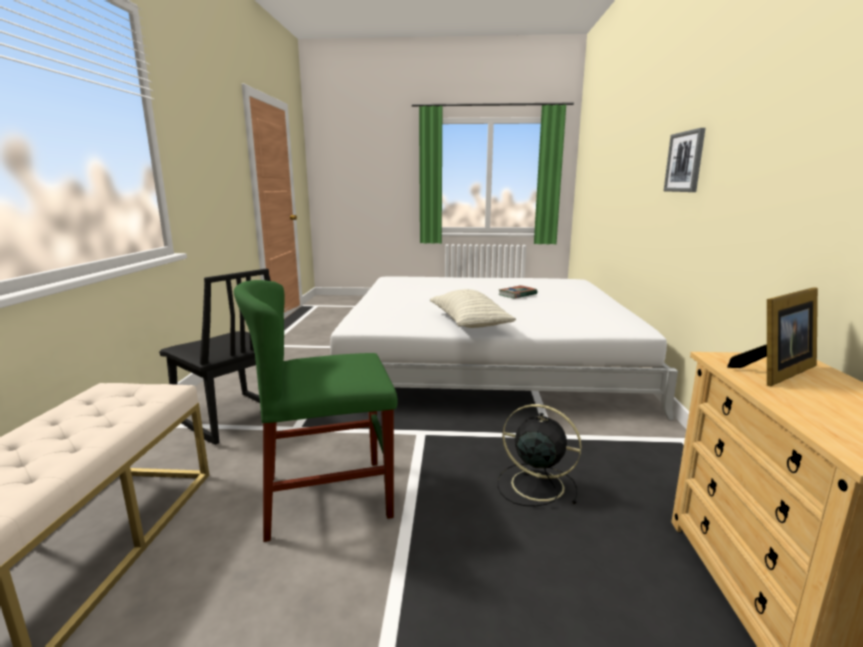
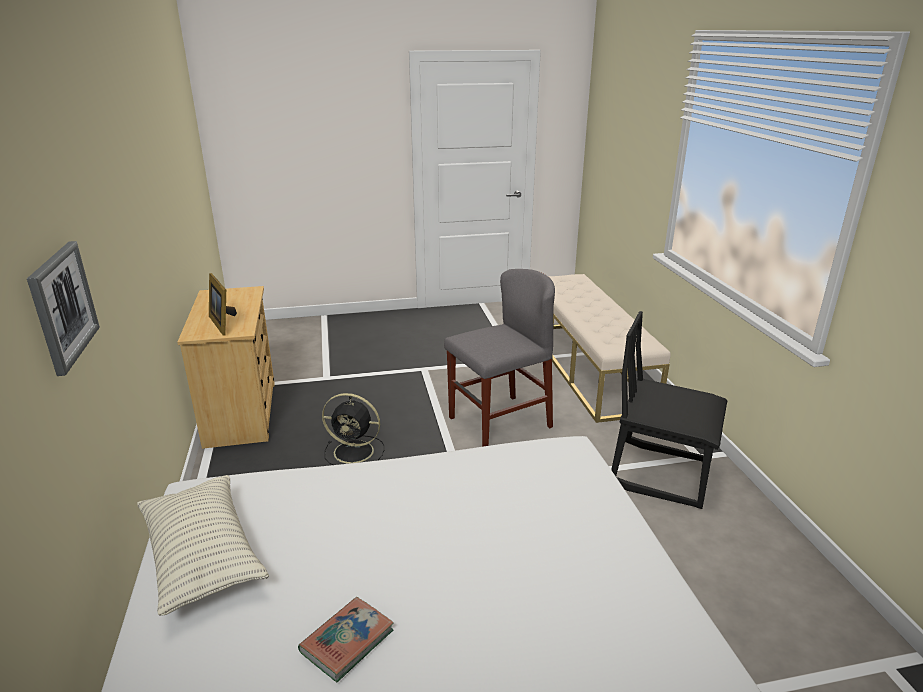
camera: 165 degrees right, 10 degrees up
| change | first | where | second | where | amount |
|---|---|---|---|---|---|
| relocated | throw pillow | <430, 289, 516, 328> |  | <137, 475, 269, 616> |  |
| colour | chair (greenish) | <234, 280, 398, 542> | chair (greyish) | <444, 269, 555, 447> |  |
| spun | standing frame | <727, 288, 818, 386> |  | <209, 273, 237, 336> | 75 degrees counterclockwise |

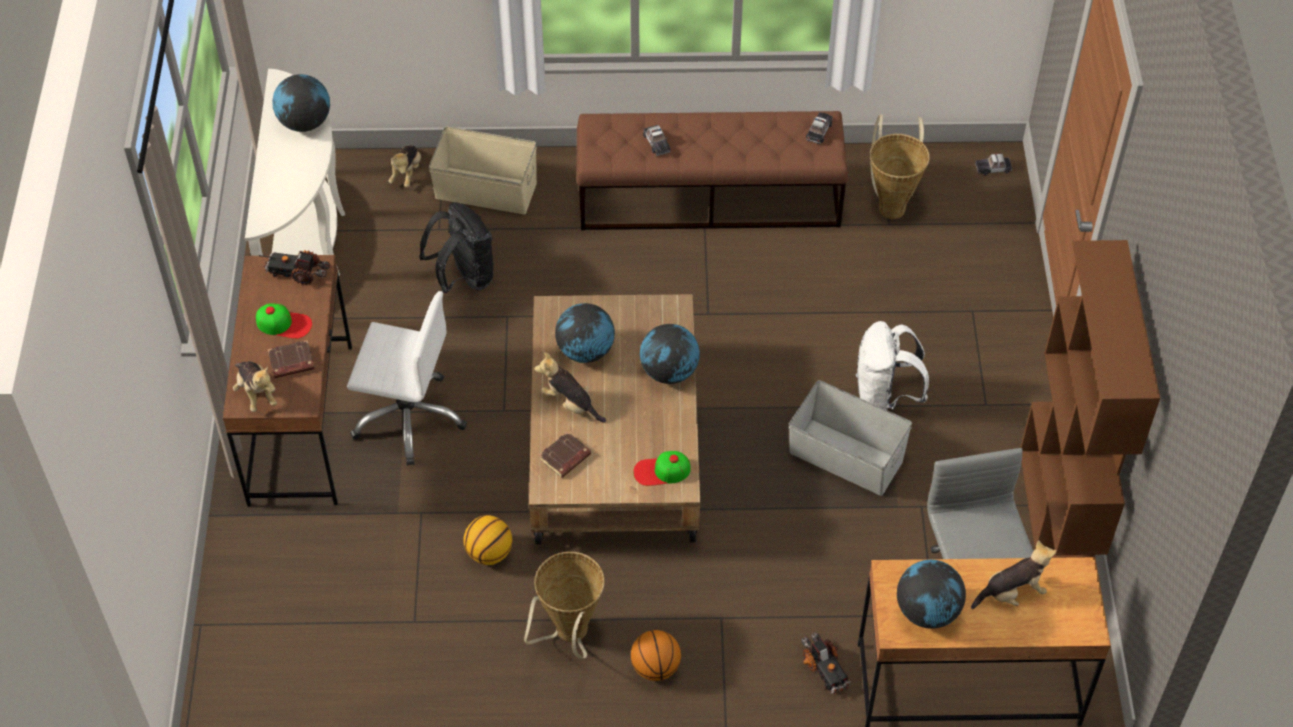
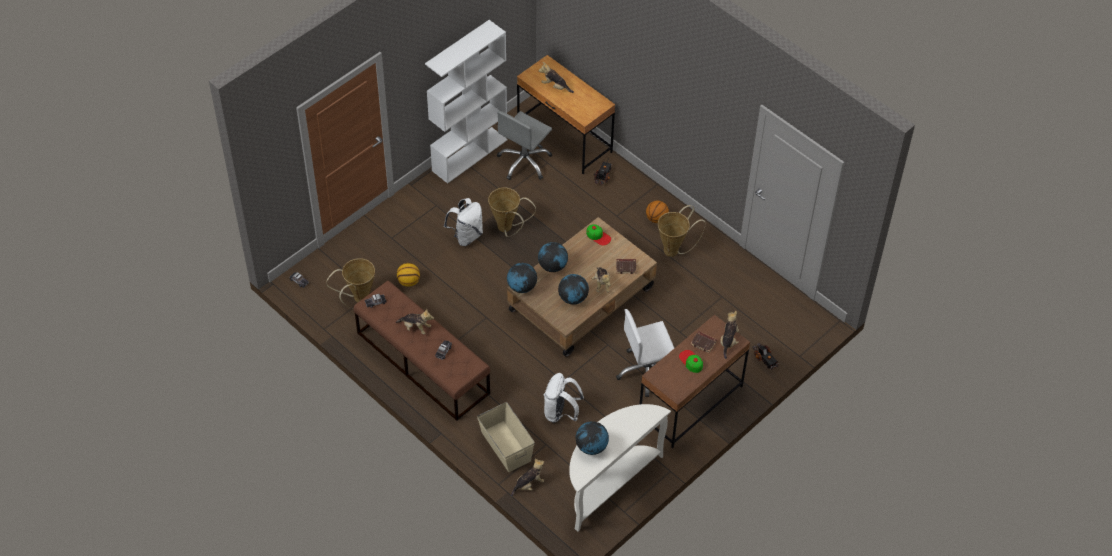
camera: 135 degrees left, 0 degrees up
| change | first | where | second | where | amount |
|---|---|---|---|---|---|
| appeared |  |  | plush toy | <396, 309, 434, 334> |  |
| relocated | toy truck | <259, 250, 330, 285> |  | <753, 343, 779, 370> |  |
| relocated | basketball ball | <463, 515, 512, 565> |  | <397, 263, 420, 287> |  |
| relocated | world globe | <897, 560, 966, 629> |  | <507, 263, 537, 293> |  |
| exchanged | storage bin (greyish) | <789, 380, 912, 496> | basket | <488, 188, 536, 236> |  |
| colour | rucksack (black-coloured) | <420, 202, 494, 293> | rucksack (white-coloured) | <544, 373, 584, 423> |  |
| colour | bookcase (brownish) | <1020, 240, 1160, 558> | bookcase (white-coloured) | <425, 20, 507, 184> |  |
| spun | computer chair (white-coloured) | <347, 291, 467, 466> |  | <616, 309, 674, 397> | 75 degrees counterclockwise |

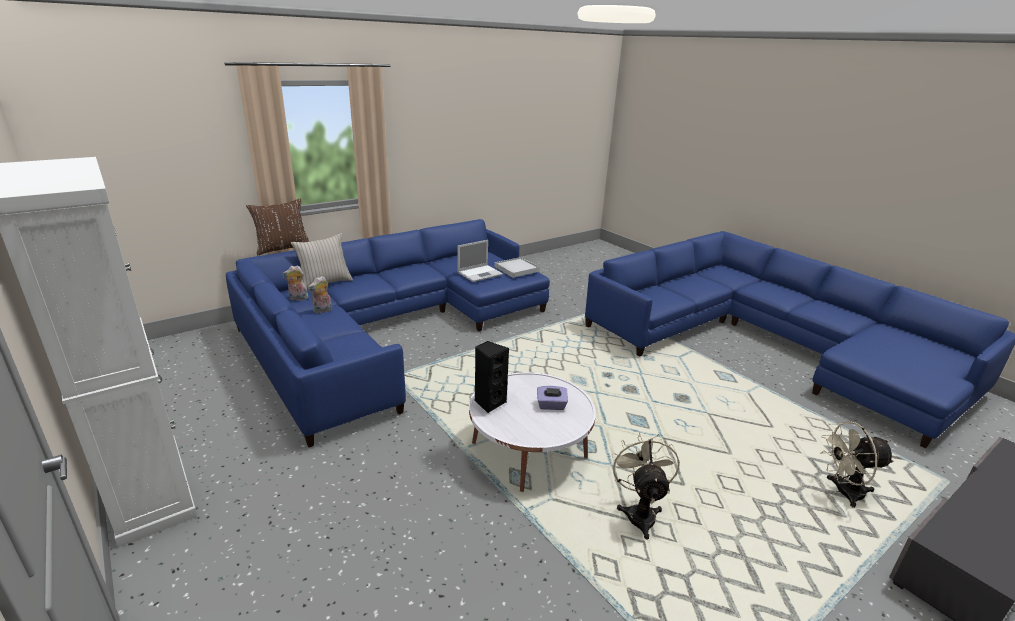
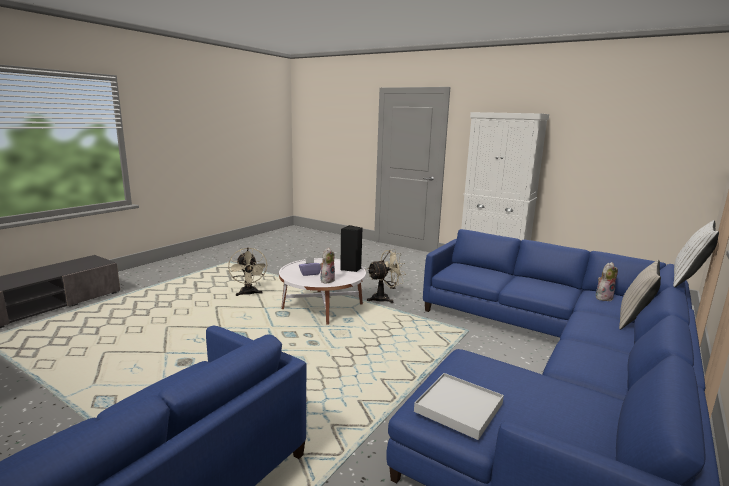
camera: 160 degrees right, 10 degrees down
| change | first | where | second | where | amount |
|---|---|---|---|---|---|
| missing | notebook computer | <457, 240, 503, 282> |  |  |  |
| relocated | plush toy | <307, 276, 332, 313> |  | <320, 248, 335, 284> |  |
| relocated | electric fan (beige) | <821, 421, 894, 508> |  | <367, 250, 406, 303> |  |
| colour | throw pillow (brownish) | <246, 198, 310, 255> | throw pillow (white-coloured) | <673, 220, 719, 287> |  |

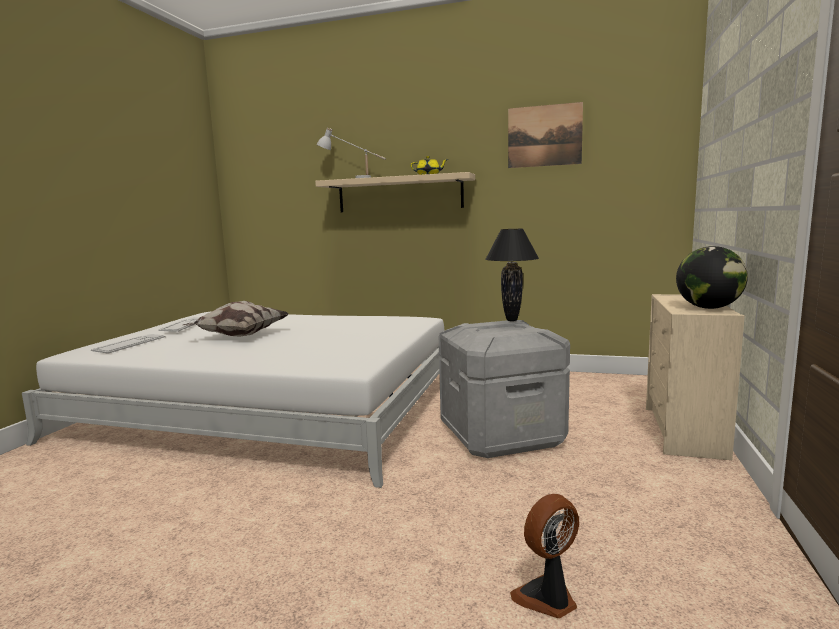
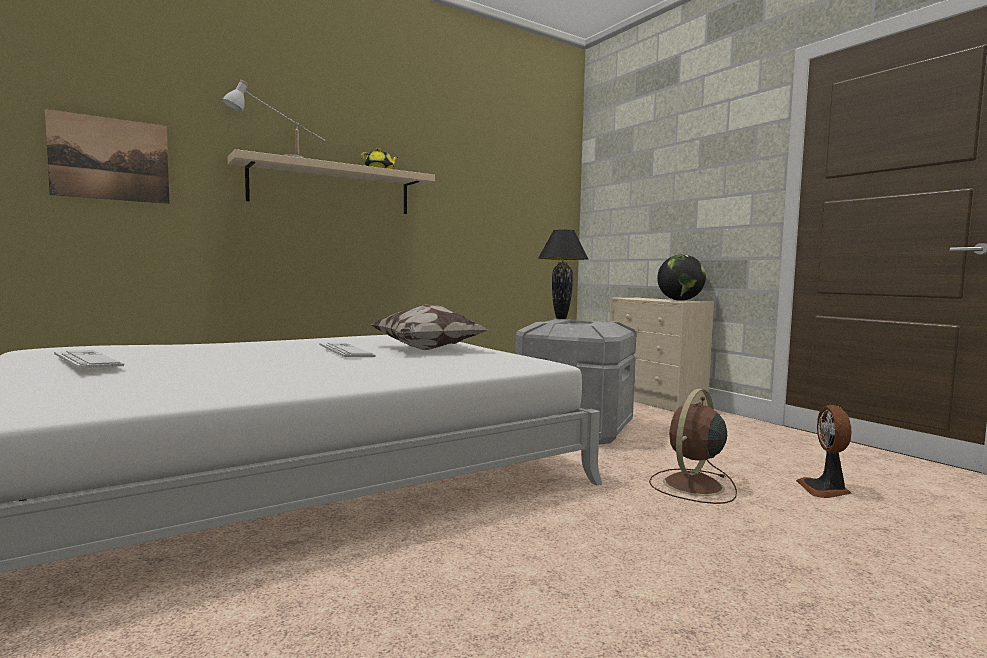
camera: 50 degrees left, 5 degrees down
| change | first | where | second | where | amount |
|---|---|---|---|---|---|
| appeared |  |  | electric fan (brownish) | <649, 389, 737, 504> |  |
| relocated | PC keyboard | <91, 334, 165, 354> |  | <319, 343, 376, 357> |  |
| relocated | throw pillow | <183, 301, 288, 336> |  | <370, 304, 488, 350> |  |
| relocated | wall art | <508, 102, 583, 168> |  | <45, 109, 170, 204> |  |

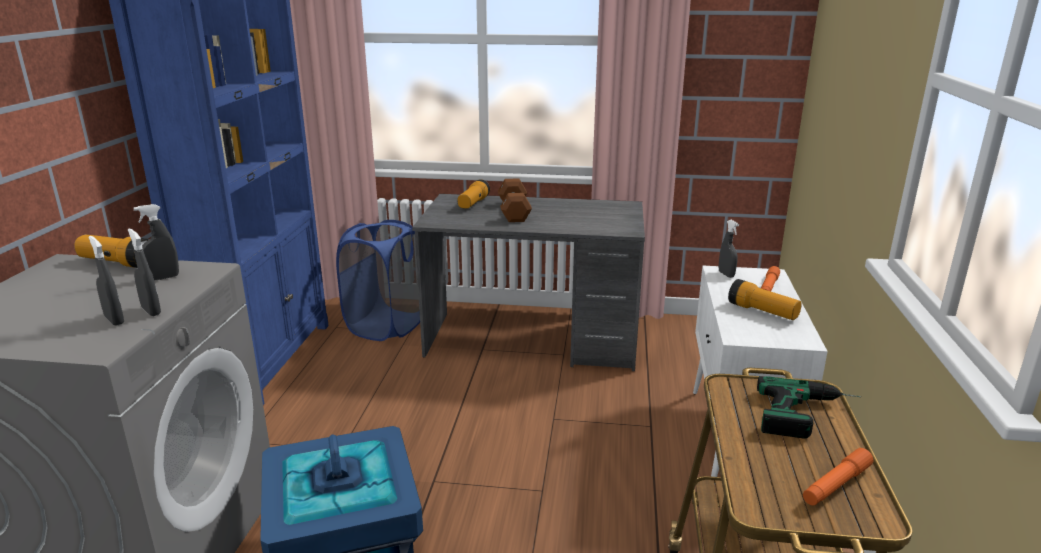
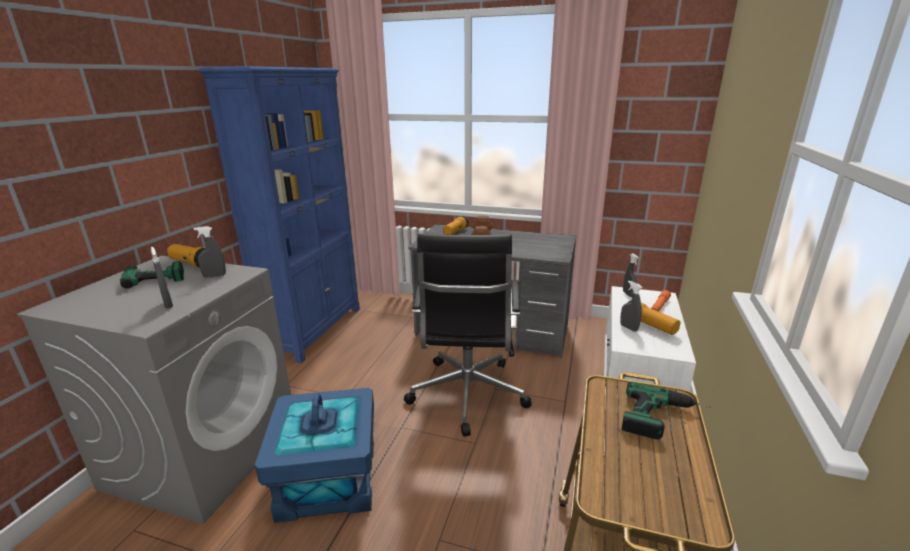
camera: 10 degrees right, 0 degrees up
| change | first | where | second | where | amount |
|---|---|---|---|---|---|
| missing | washing basket (bluish) | <336, 220, 420, 341> |  |  |  |
| missing | flashlight (orangey) | <803, 448, 874, 506> |  |  |  |
| appeared |  |  | electric drill | <120, 261, 184, 289> |  |
| appeared |  |  | computer chair (black-coloured) | <404, 233, 532, 437> |  |
| relocated | sprayer (greyish) | <128, 228, 161, 316> |  | <620, 281, 642, 332> |  |

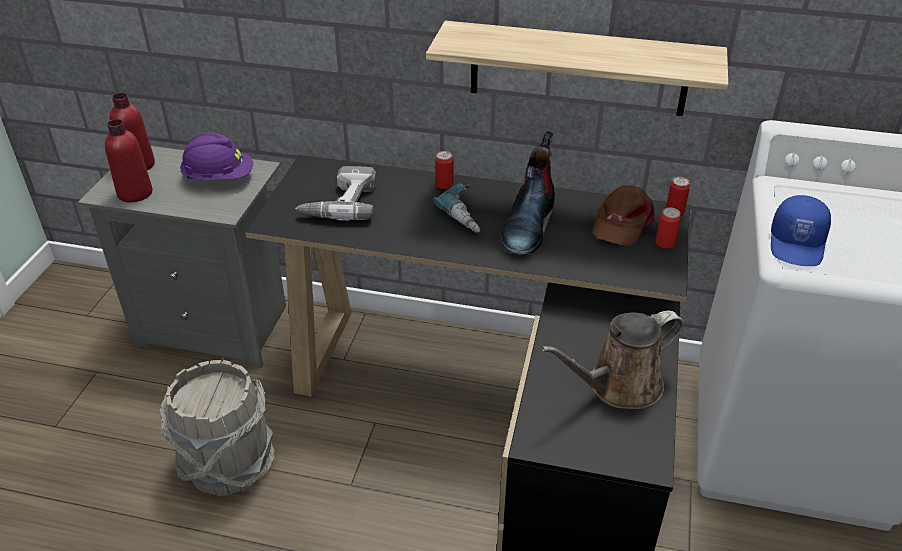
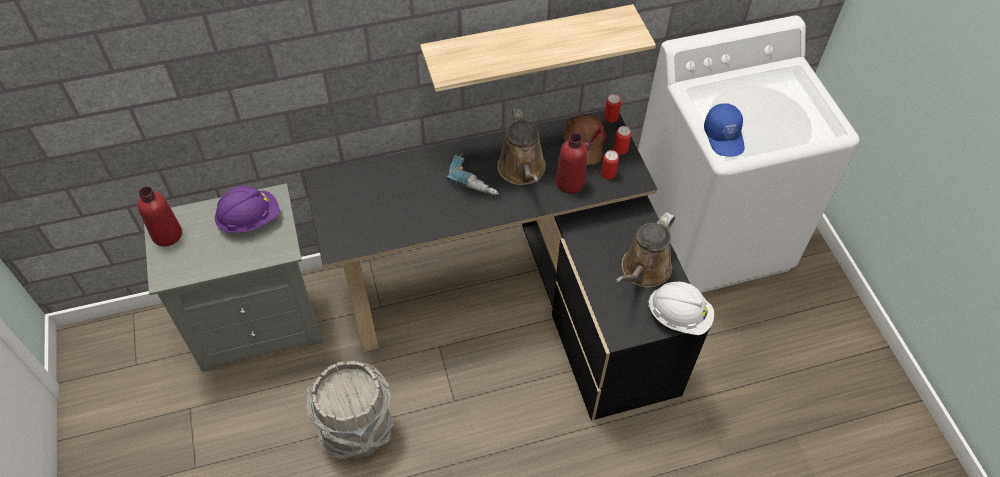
camera: 30 degrees left, 15 degrees up
| change | first | where | second | where | amount |
|---|---|---|---|---|---|
| missing | electric drill | <295, 166, 377, 221> |  |  |  |
| appeared |  |  | hard hat (white-coloured) | <647, 282, 714, 335> |  |
| relocated | bottle (red-coloured) | <105, 119, 152, 202> |  | <556, 133, 587, 194> |  |
| relocated | can | <435, 151, 454, 189> |  | <601, 150, 619, 179> |  |
| exchanged | high-top boot | <499, 131, 555, 255> | watering can (brownish) | <497, 109, 546, 185> |  |

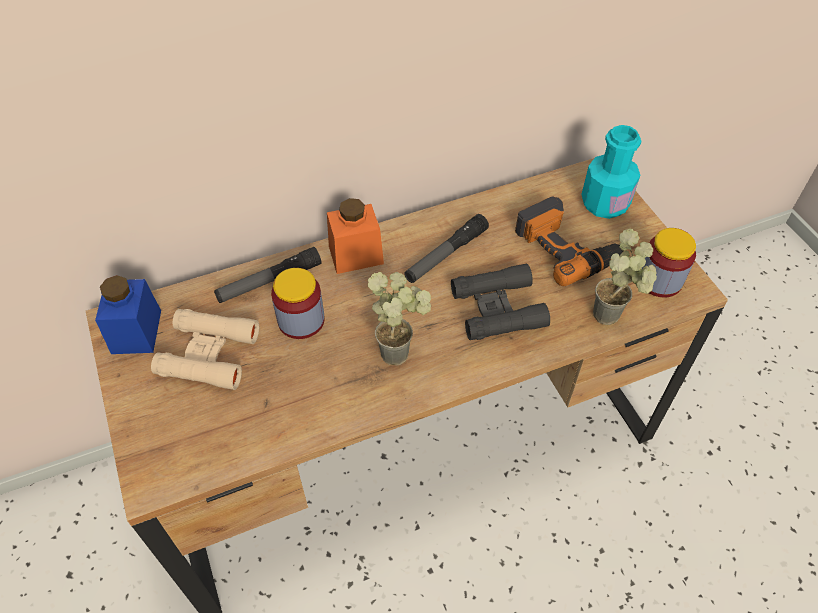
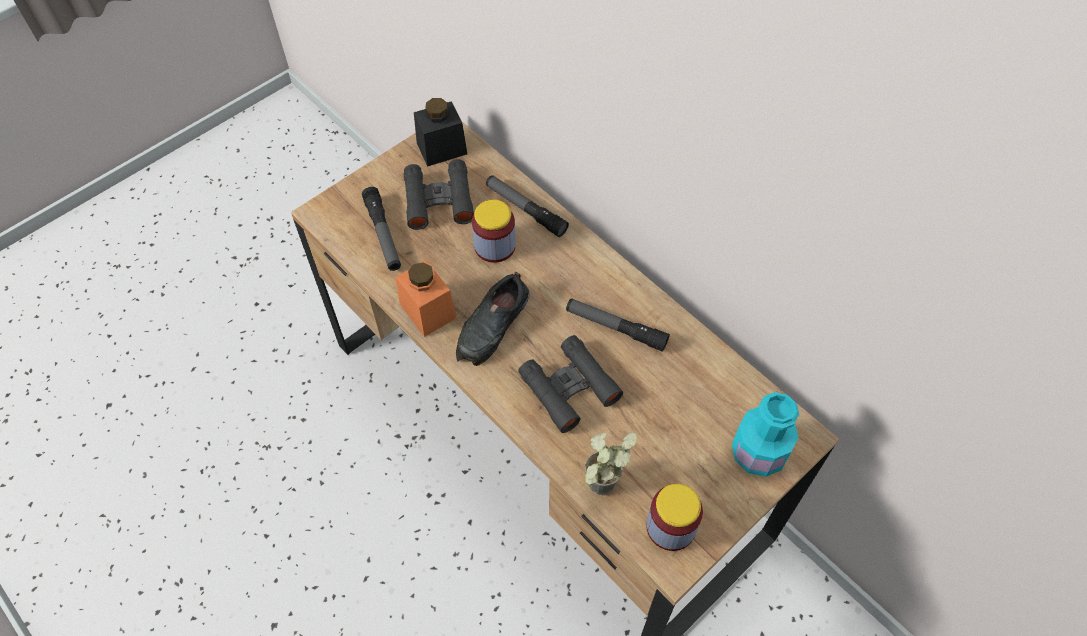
camera: 70 degrees right, 5 degrees up
| change | first | where | second | where | amount |
|---|---|---|---|---|---|
| missing | electric drill | <515, 196, 624, 286> |  |  |  |
| appeared |  |  | flashlight | <362, 187, 401, 271> |  |
| relocated | storage jar (orangey) | <327, 198, 384, 274> |  | <396, 260, 457, 337> |  |
| exchanged | plant in a pot | <368, 272, 431, 366> | shoe (black-coloured) | <456, 272, 530, 366> |  |
| colour | storage jar (bluish) | <95, 275, 161, 354> | storage jar (black-coloured) | <414, 98, 467, 167> |  |
| colour | binoculars (beige) | <151, 309, 259, 390> | binoculars (black-coloured) | <404, 159, 474, 230> |  |

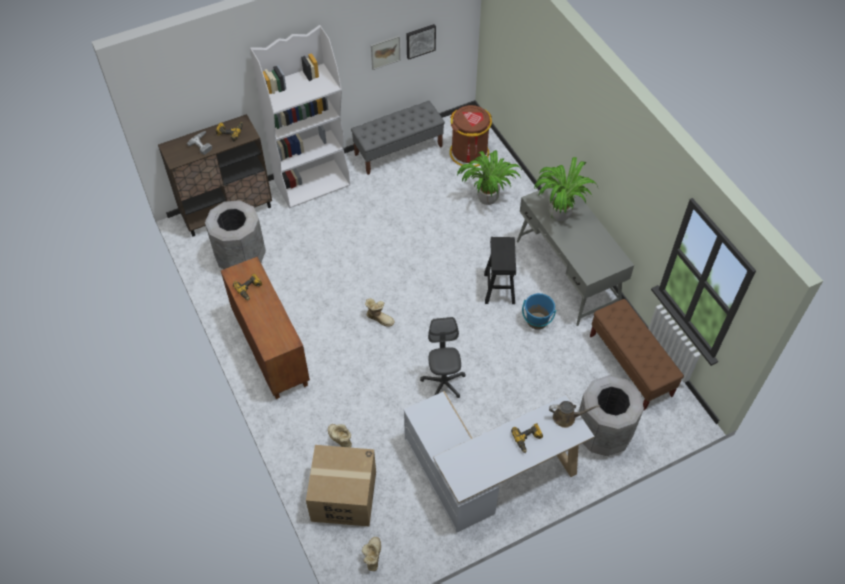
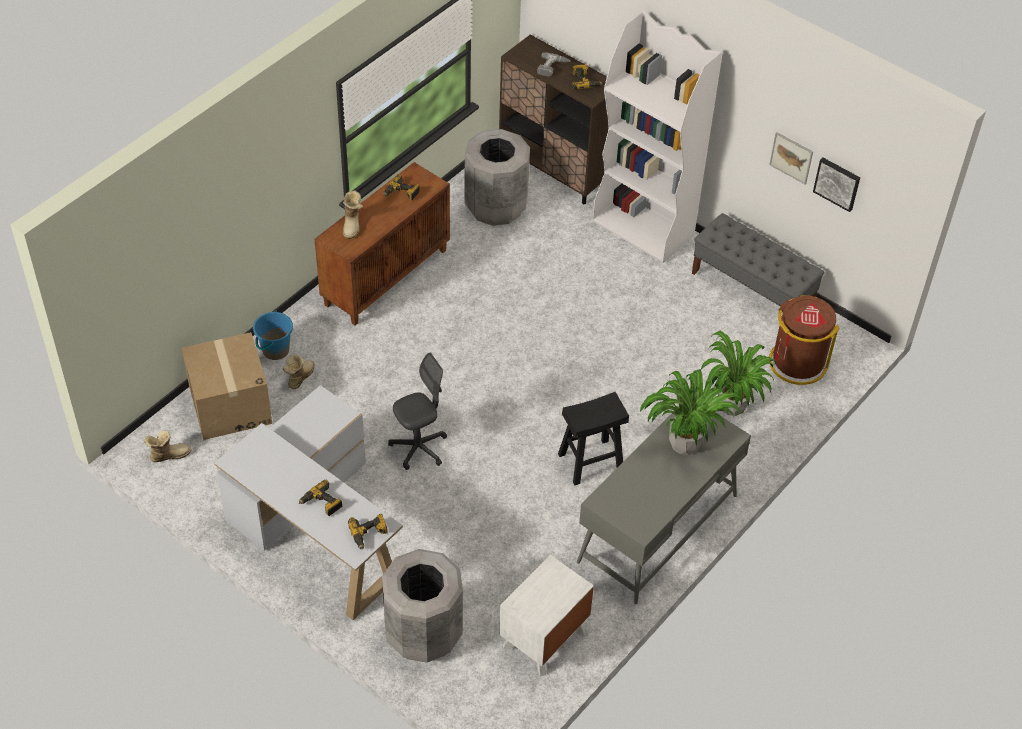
camera: 65 degrees right, 5 degrees down
| change | first | where | second | where | amount |
|---|---|---|---|---|---|
| relocated | high-top boot | <365, 298, 395, 327> |  | <343, 190, 363, 239> |  |
| relocated | pail (bluish) | <522, 293, 556, 330> |  | <253, 311, 293, 360> |  |
| exchanged | watering can (brownish) | <549, 401, 600, 428> | electric drill | <348, 514, 388, 550> |  |
| exchanged | long seat (brownish) | <590, 299, 684, 411> | night table (white-coloured) | <499, 555, 594, 677> |  |

